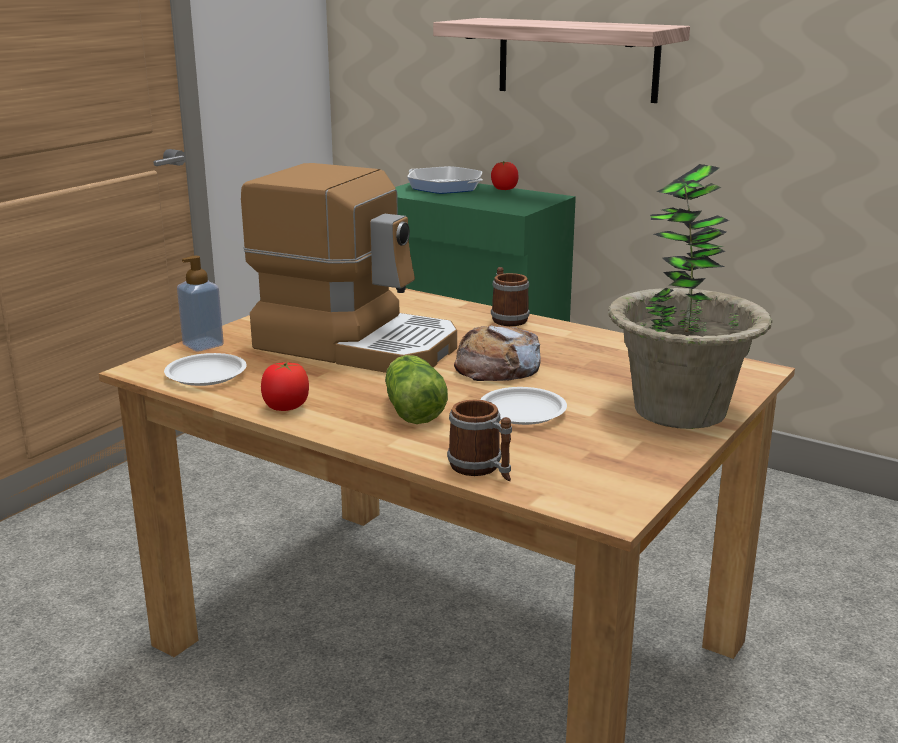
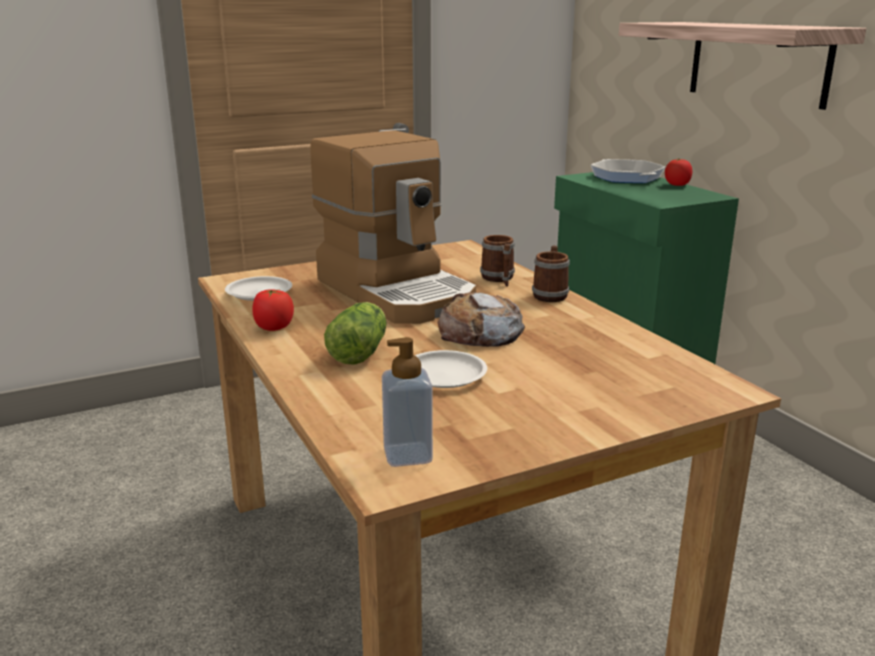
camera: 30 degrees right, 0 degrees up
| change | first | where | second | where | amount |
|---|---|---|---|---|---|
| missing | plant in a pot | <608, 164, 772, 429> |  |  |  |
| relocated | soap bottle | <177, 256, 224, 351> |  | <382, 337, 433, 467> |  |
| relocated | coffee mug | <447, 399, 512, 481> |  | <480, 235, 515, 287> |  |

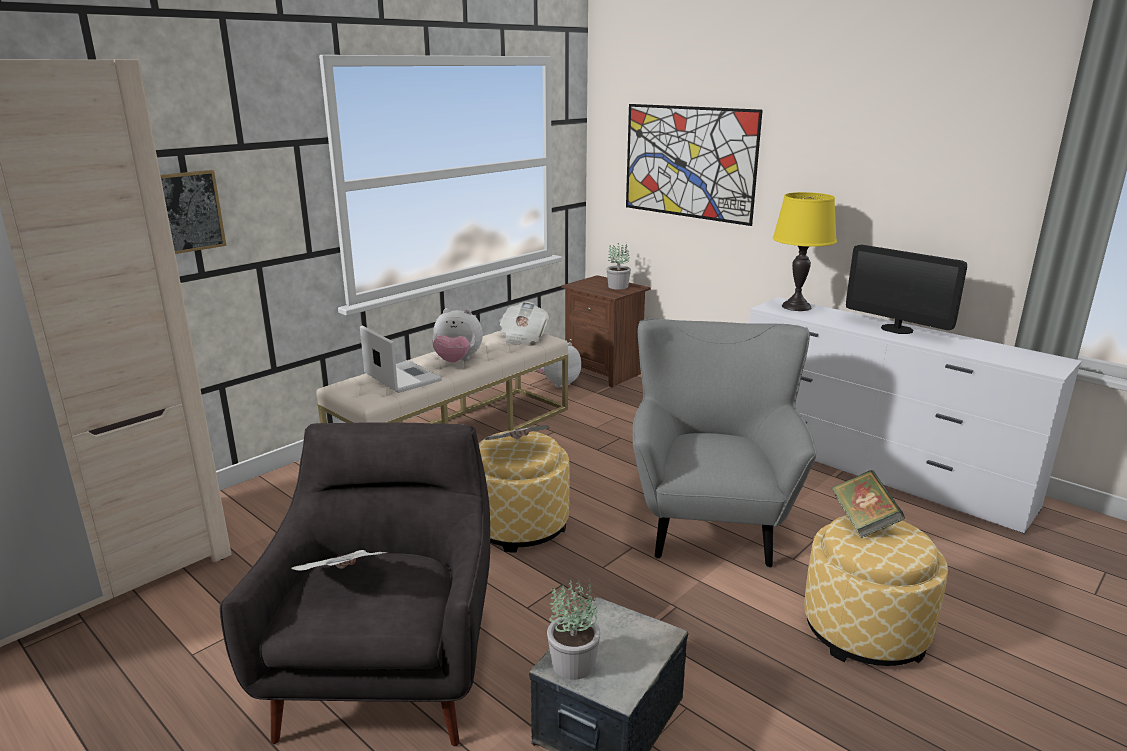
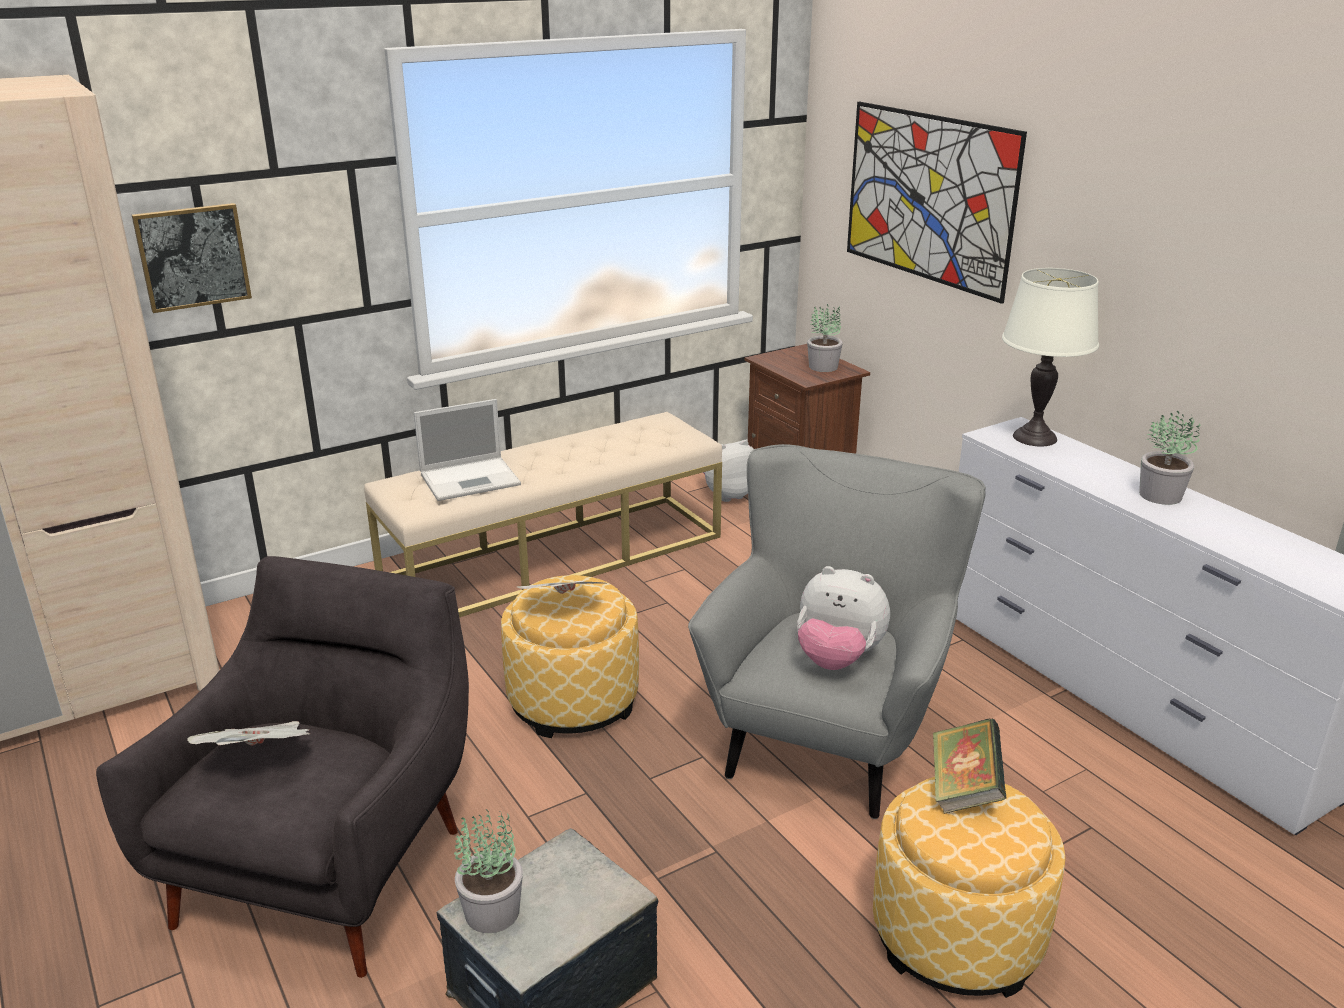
camera: 15 degrees right, 5 degrees up
| change | first | where | second | where | amount |
|---|---|---|---|---|---|
| missing | printed paper | <499, 302, 549, 346> |  |  |  |
| relocated | plush toy | <432, 308, 483, 363> |  | <797, 566, 890, 670> |  |
| exchanged | computer display | <846, 244, 967, 334> | plant in a pot | <1139, 411, 1200, 505> |  |
| colour | lamp for a table (yellowish) | <773, 192, 837, 311> | lamp for a table (white-coloured) | <1002, 268, 1099, 446> |  |
| spun | notebook computer | <360, 326, 442, 393> |  | <414, 399, 521, 501> | 90 degrees clockwise |

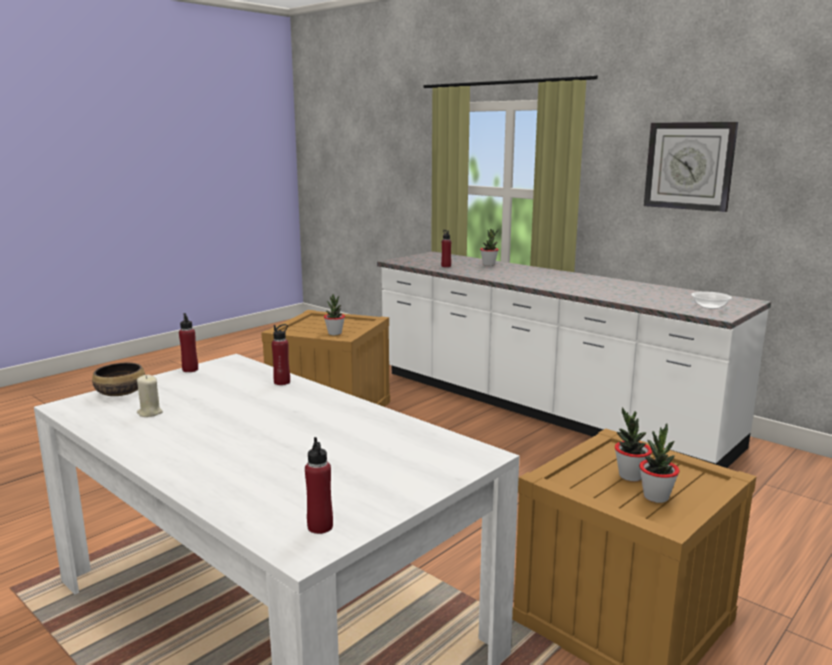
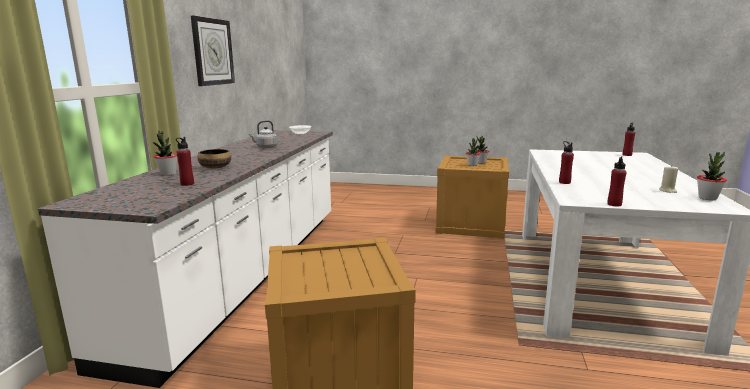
camera: 120 degrees left, 0 degrees up
| change | first | where | second | where | amount |
|---|---|---|---|---|---|
| appeared |  |  | water kettle (greyish) | <249, 120, 278, 148> |  |
| relocated | deep dish | <92, 363, 145, 396> |  | <197, 149, 231, 169> |  |
| relocated | plant in a pot | <324, 294, 345, 335> |  | <697, 151, 727, 200> |  |

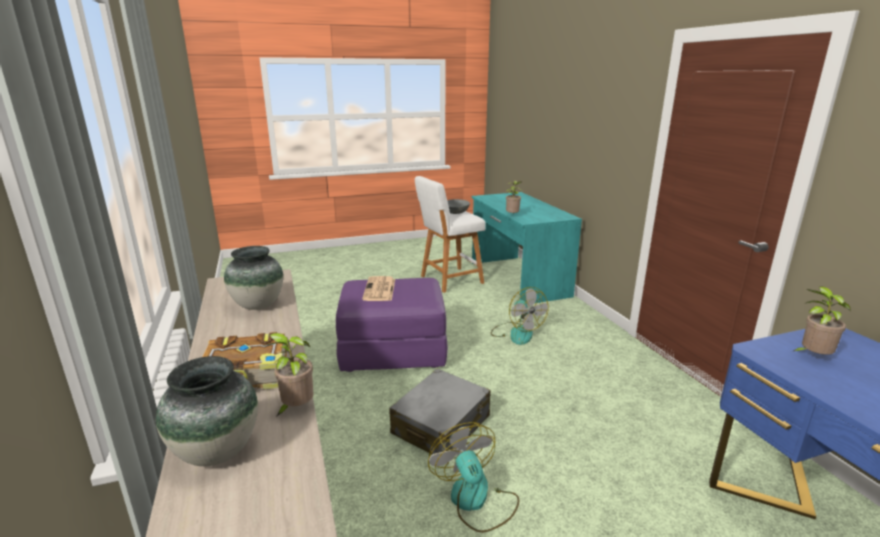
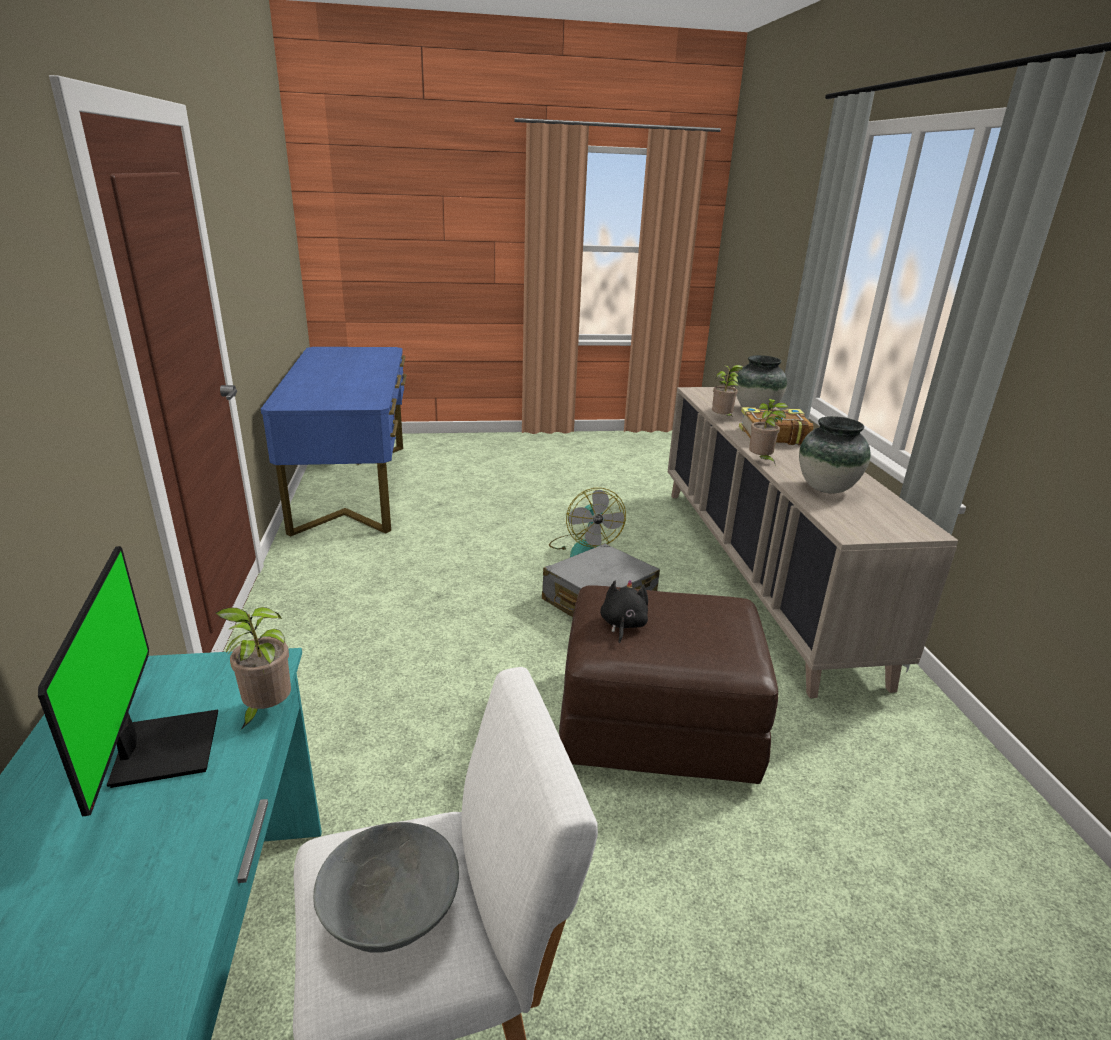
camera: 170 degrees left, 5 degrees up
| change | first | where | second | where | amount |
|---|---|---|---|---|---|
| missing | printed paper | <362, 276, 395, 301> |  |  |  |
| missing | electric fan | <491, 287, 549, 345> |  |  |  |
| appeared |  |  | computer display | <38, 546, 218, 817> |  |
| appeared |  |  | plush toy (black-coloured) | <600, 580, 648, 643> |  |
| relocated | plant in a pot | <791, 286, 851, 355> |  | <749, 399, 788, 466> |  |
| colour | footrest (purplish) | <336, 278, 448, 372> | footrest (brownish) | <559, 585, 778, 784> |  |

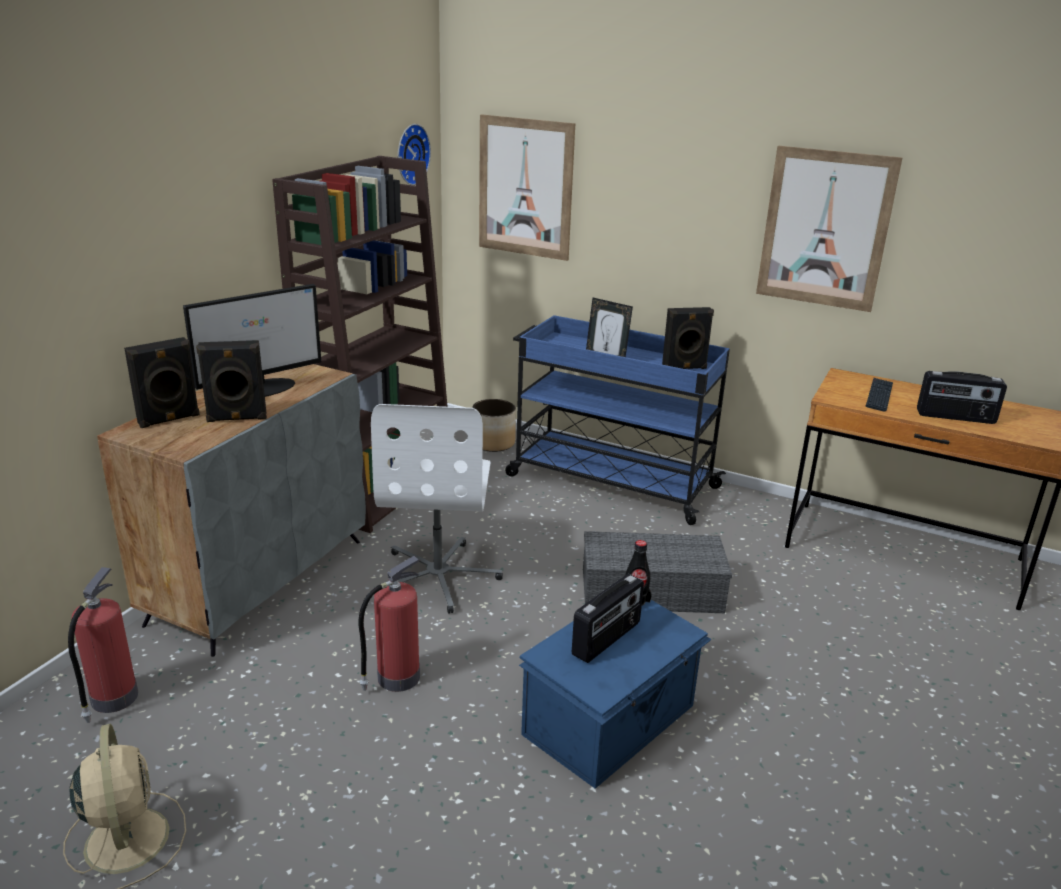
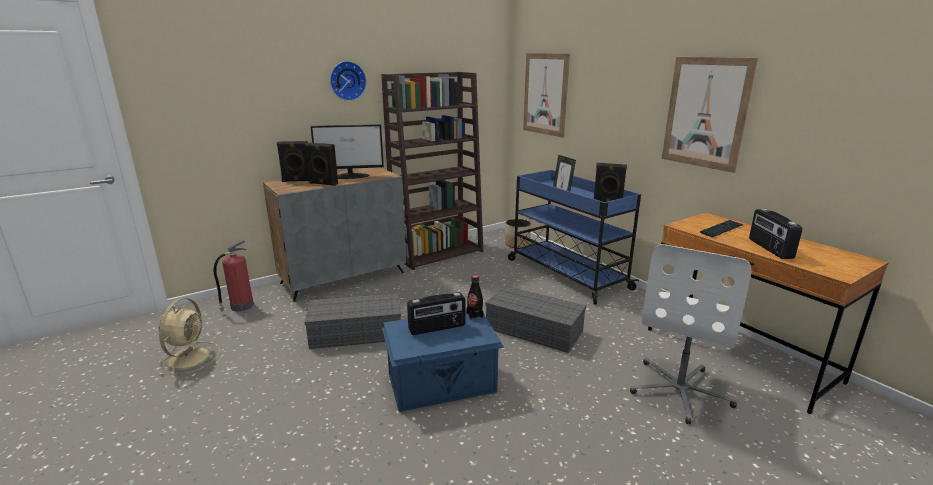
camera: 30 degrees right, 5 degrees down
| change | first | where | second | where | amount |
|---|---|---|---|---|---|
| relocated | computer chair (white-coloured) | <371, 404, 503, 614> |  | <630, 244, 751, 424> |  |
| relocated | hanging clock | <398, 124, 431, 185> |  | <330, 61, 366, 101> |  |
| exchanged | fire-fighting cylinder | <358, 556, 420, 692> | storage bin (greyish) | <304, 293, 401, 349> |  |
| spun | radio | <917, 371, 1007, 424> |  | <749, 209, 802, 259> | 45 degrees clockwise |

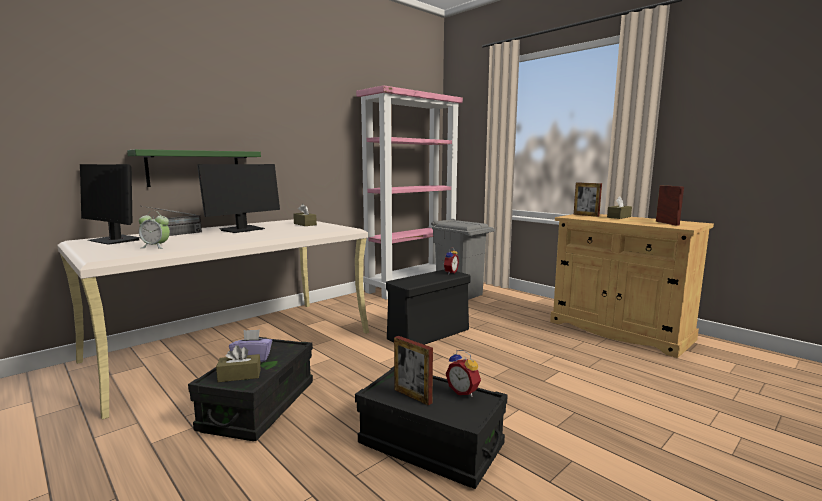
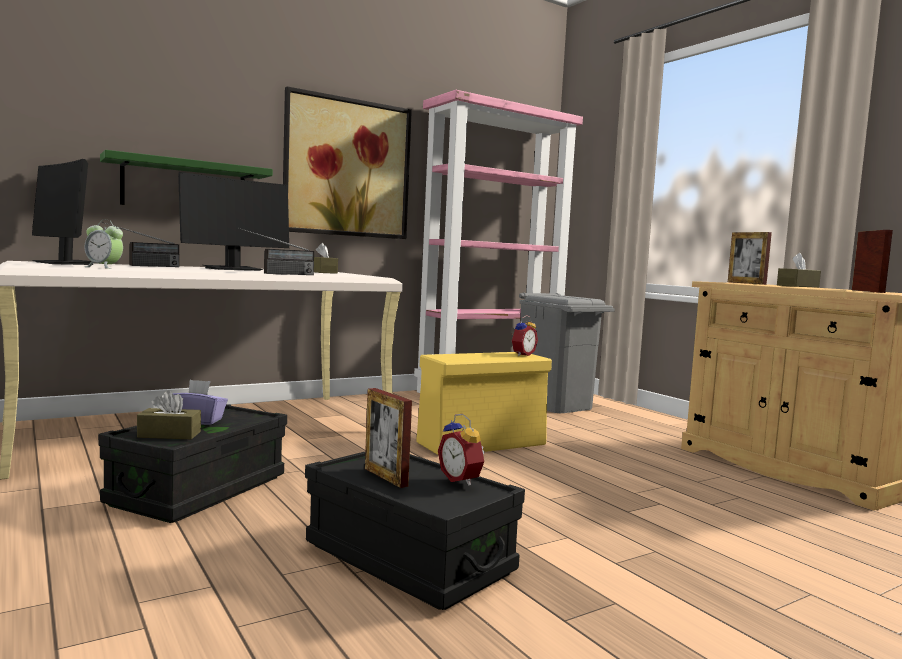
camera: 10 degrees right, 5 degrees down
| change | first | where | second | where | amount |
|---|---|---|---|---|---|
| appeared |  |  | radio | <238, 228, 314, 275> |  |
| appeared |  |  | wall art | <283, 86, 412, 239> |  |
| colour | storage bin (black-coloured) | <386, 269, 471, 345> | storage bin (yellowish) | <416, 352, 552, 455> |  |

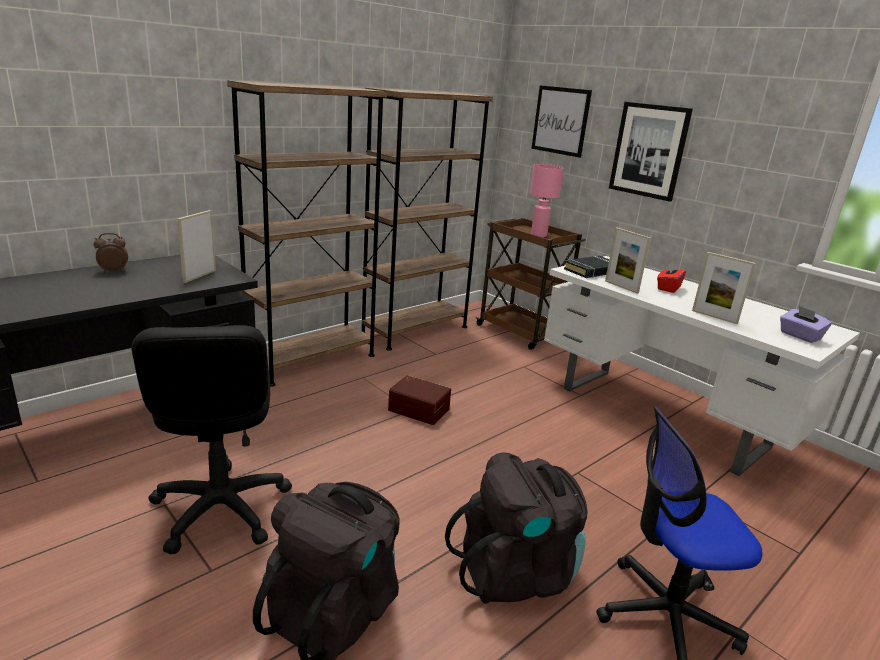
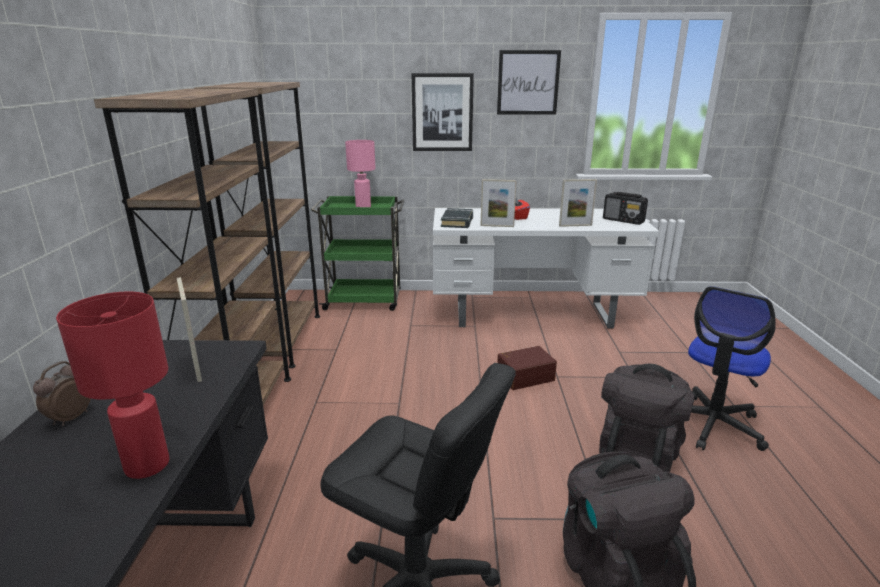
camera: 45 degrees left, 0 degrees up
| change | first | where | second | where | amount |
|---|---|---|---|---|---|
| appeared |  |  | lamp for a table (red-coloured) | <56, 291, 169, 479> |  |
| relocated | storage bin (brownish) | <388, 375, 451, 425> |  | <497, 346, 557, 390> |  |
| relocated | wall art | <531, 85, 592, 158> |  | <497, 50, 561, 115> |  |
| exchanged | tissue box (purplish) | <780, 306, 832, 343> | radio | <603, 192, 648, 225> |  |
| colour | cart (brownish) | <475, 218, 586, 350> | cart (greenish) | <311, 196, 404, 311> |  |

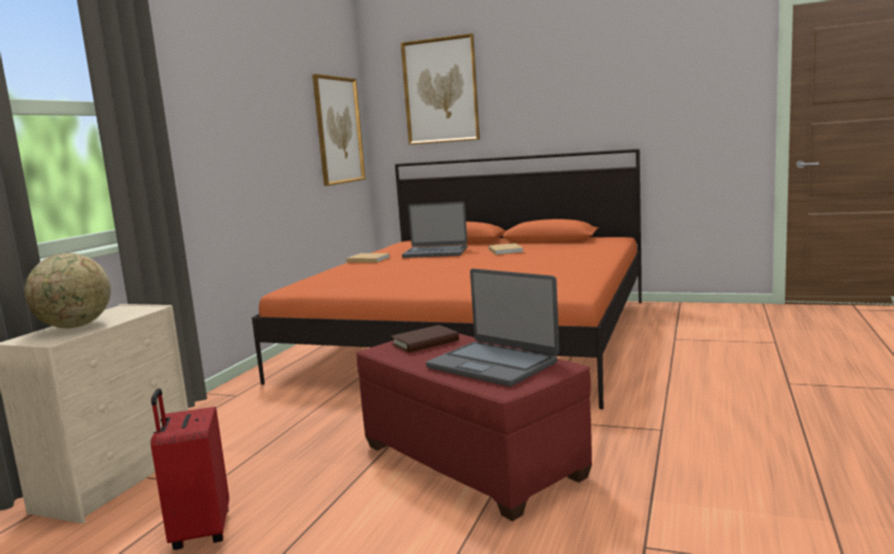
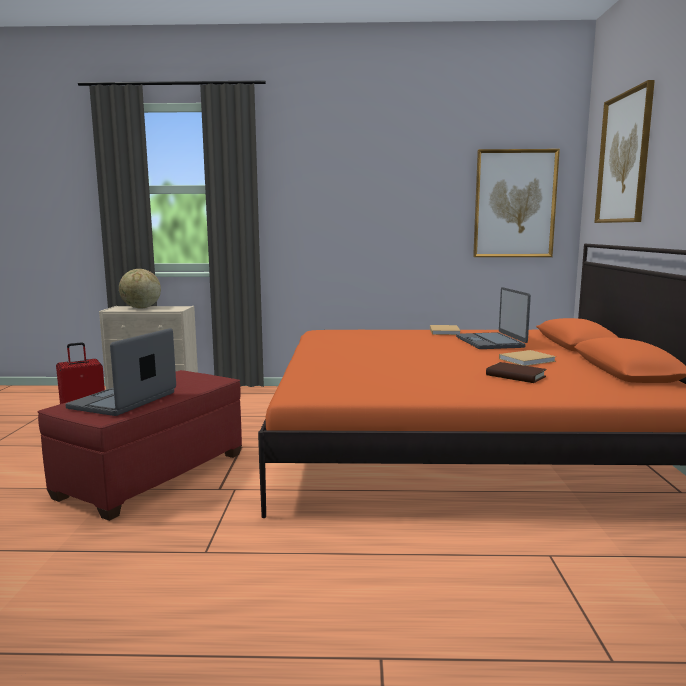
camera: 70 degrees right, 0 degrees up
| change | first | where | second | where | amount |
|---|---|---|---|---|---|
| relocated | bound book (brownish) | <391, 325, 459, 353> |  | <486, 362, 547, 383> |  |

